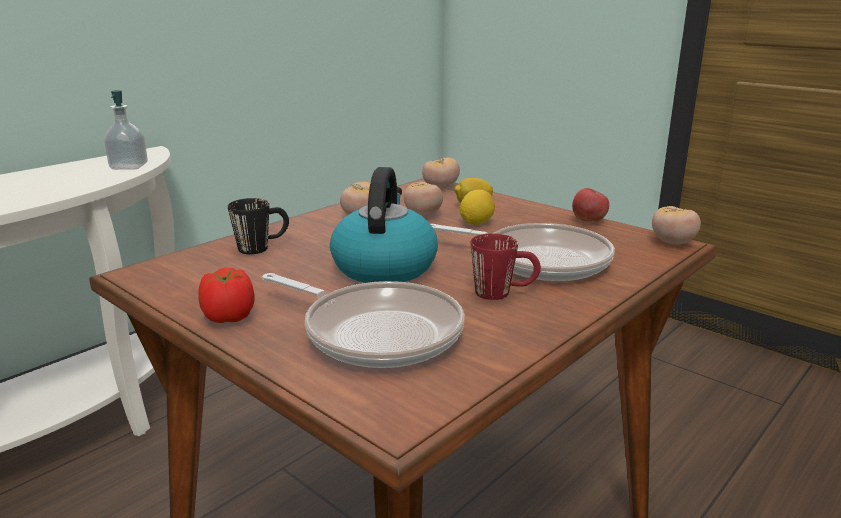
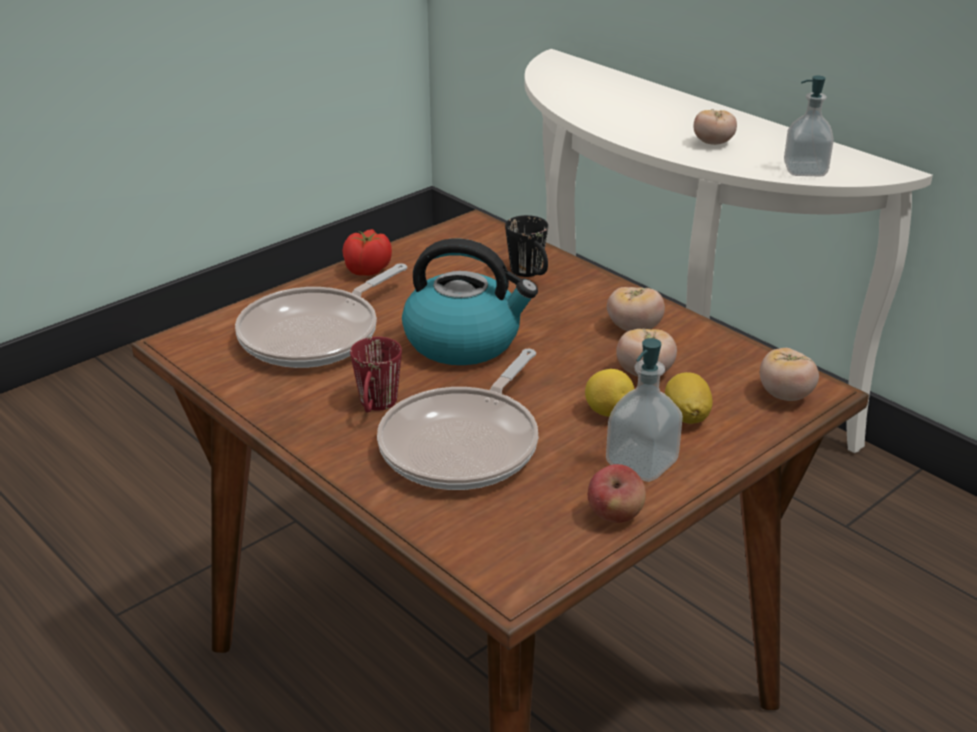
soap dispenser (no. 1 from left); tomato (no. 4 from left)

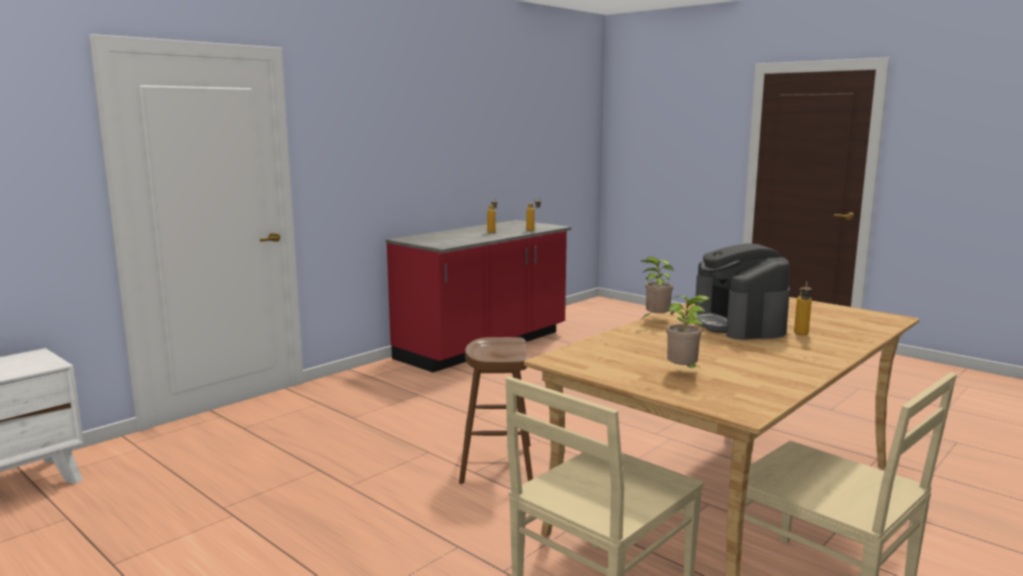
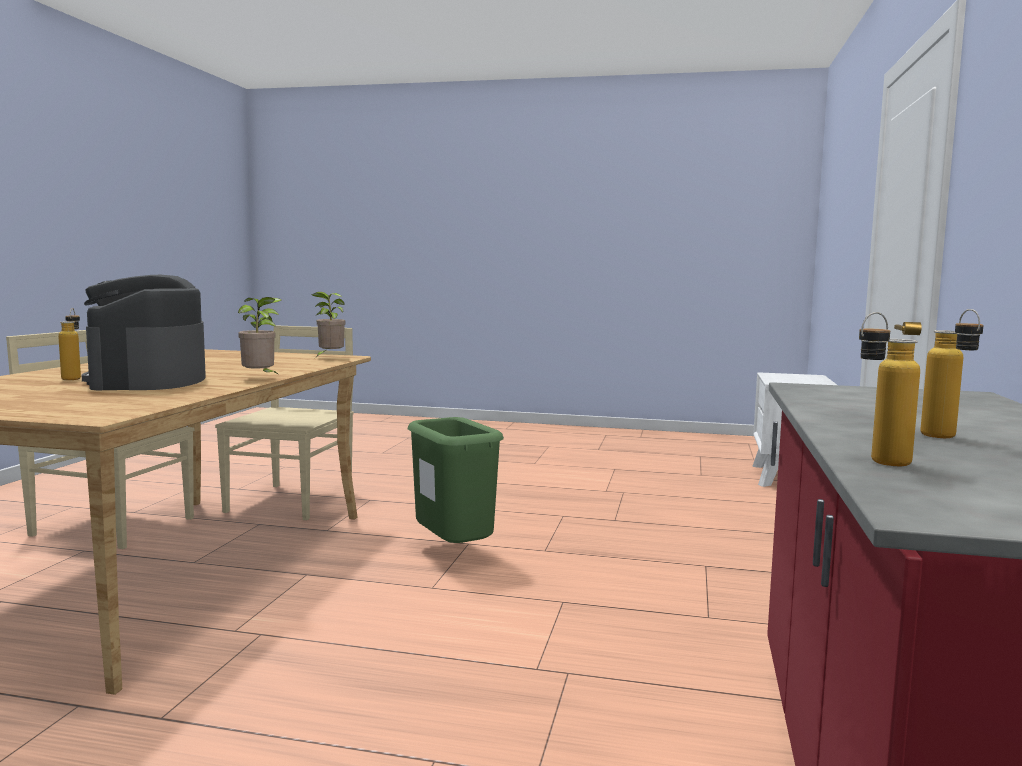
coffee machine; potted plant (no. 2 from left); green trash can

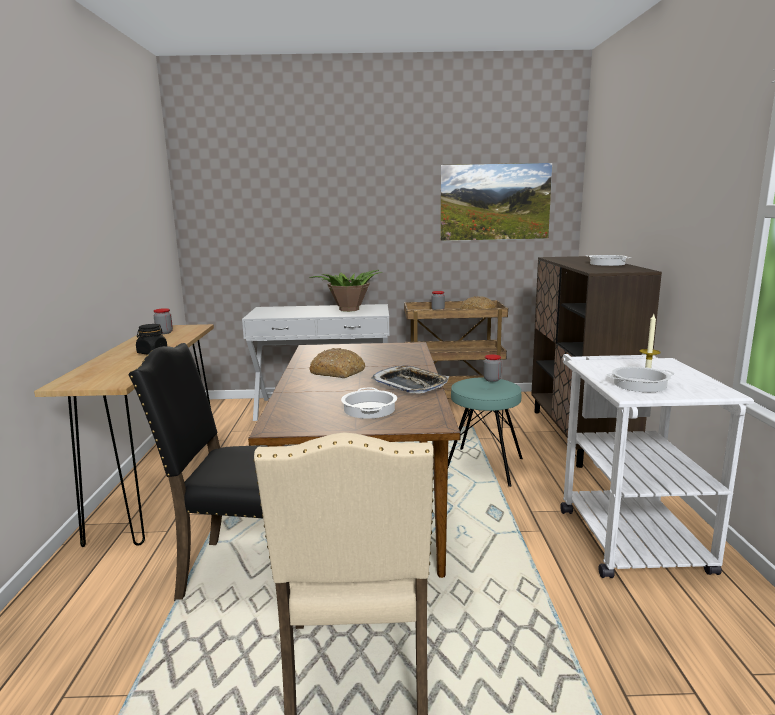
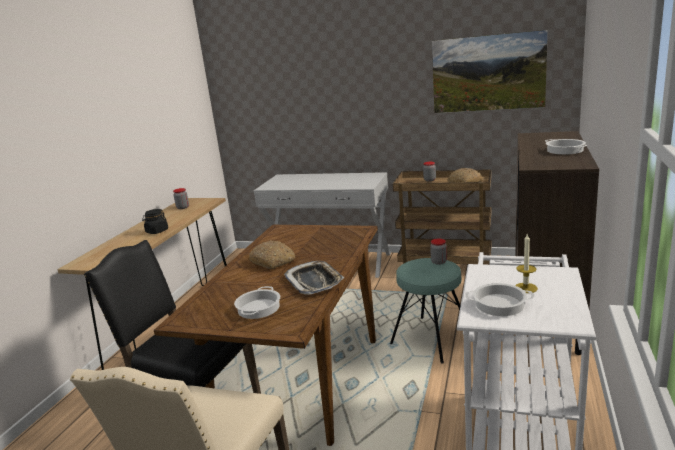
potted plant

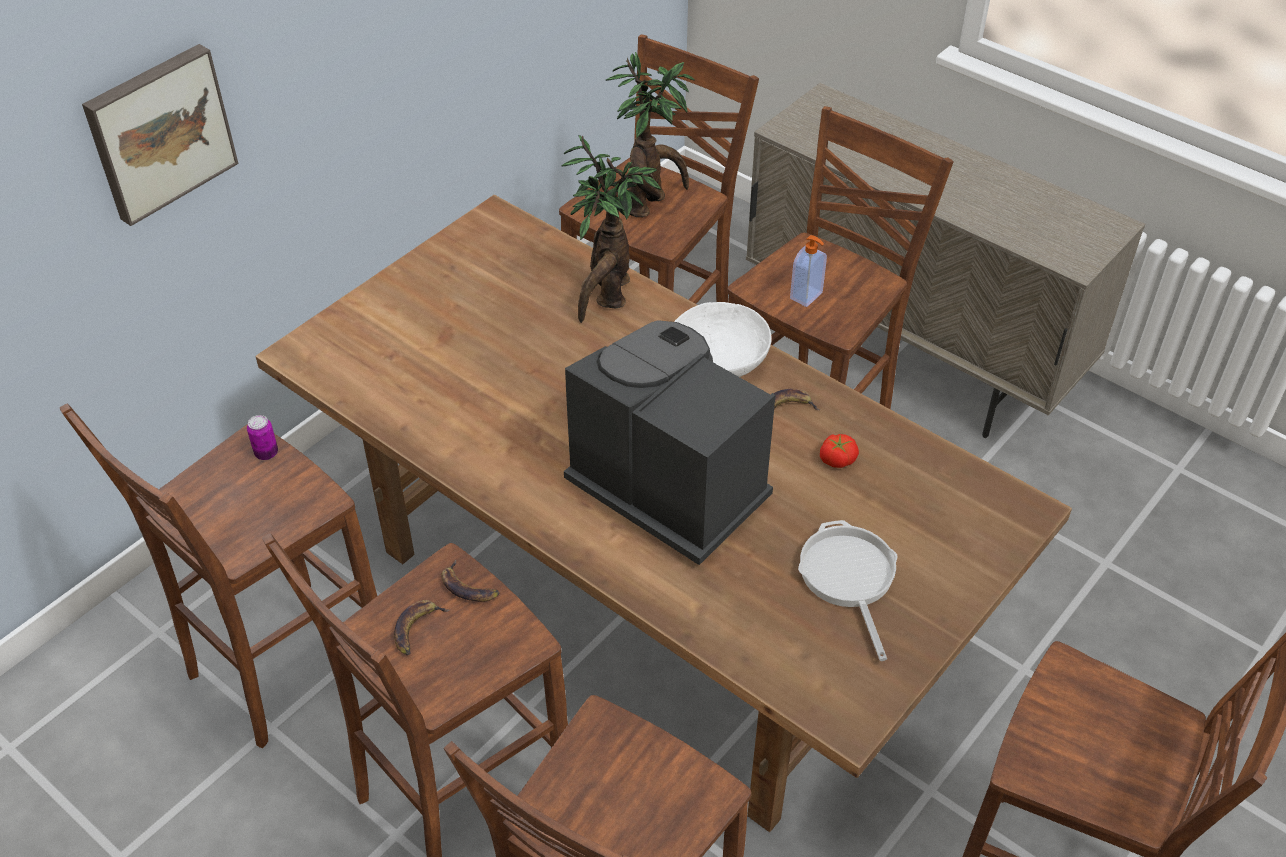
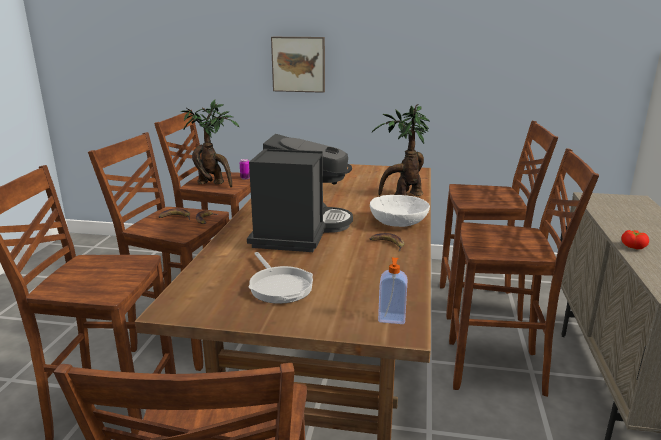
potted plant (no. 1 from left); frying pan; soap dispenser; tomato

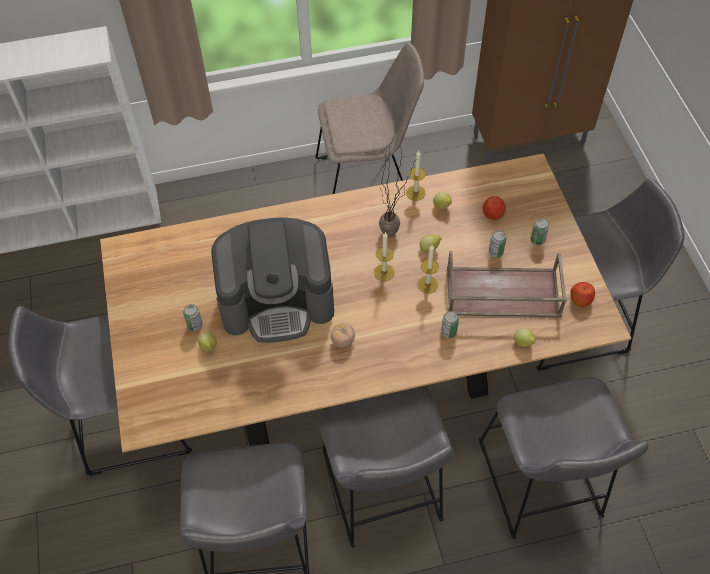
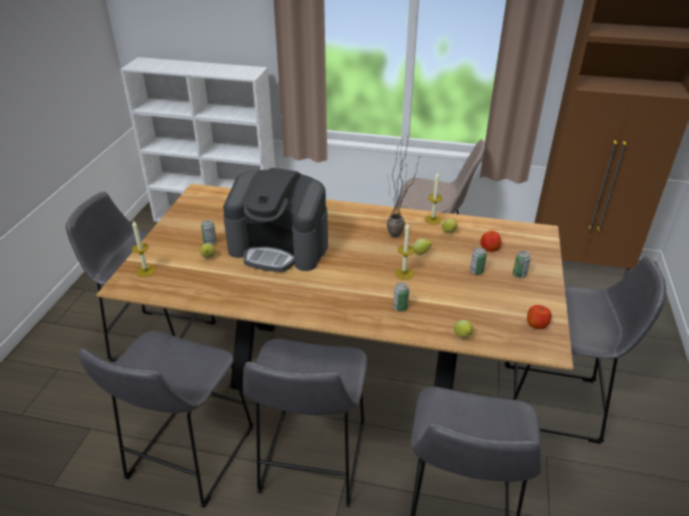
candle (no. 1 from left); tomato; brown tray

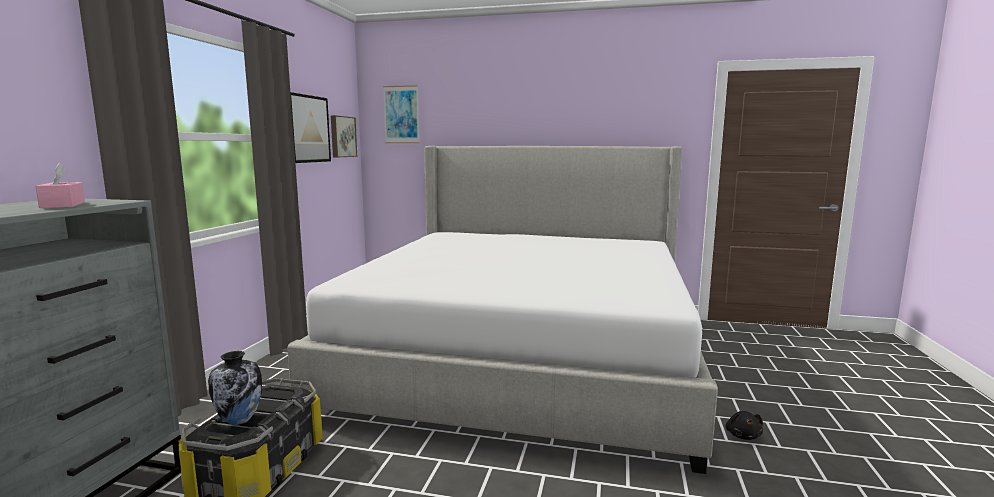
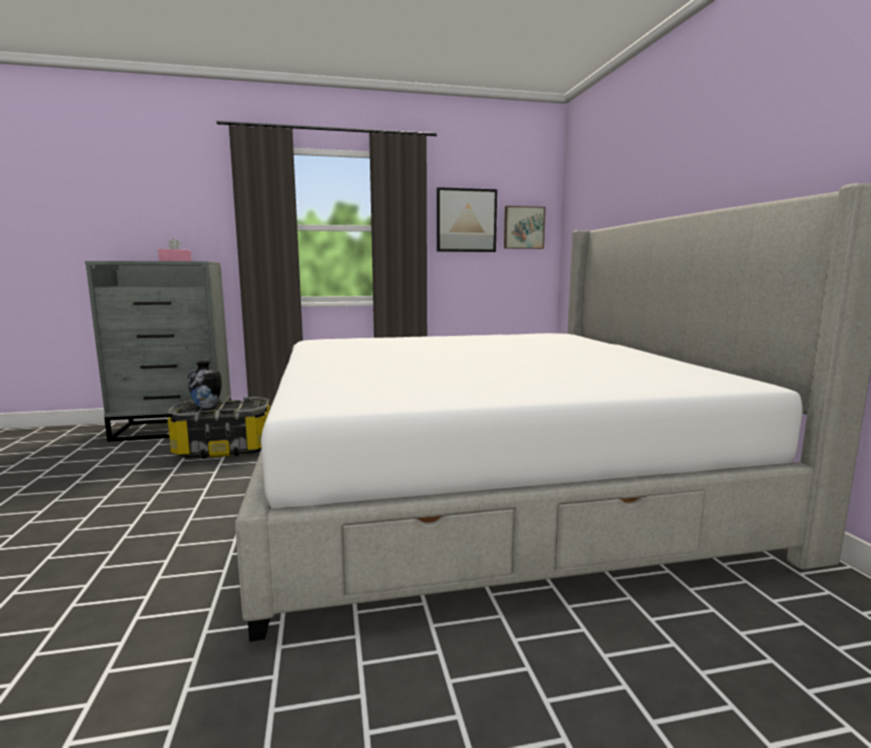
picture (no. 3 from left in the first image); black plush toy

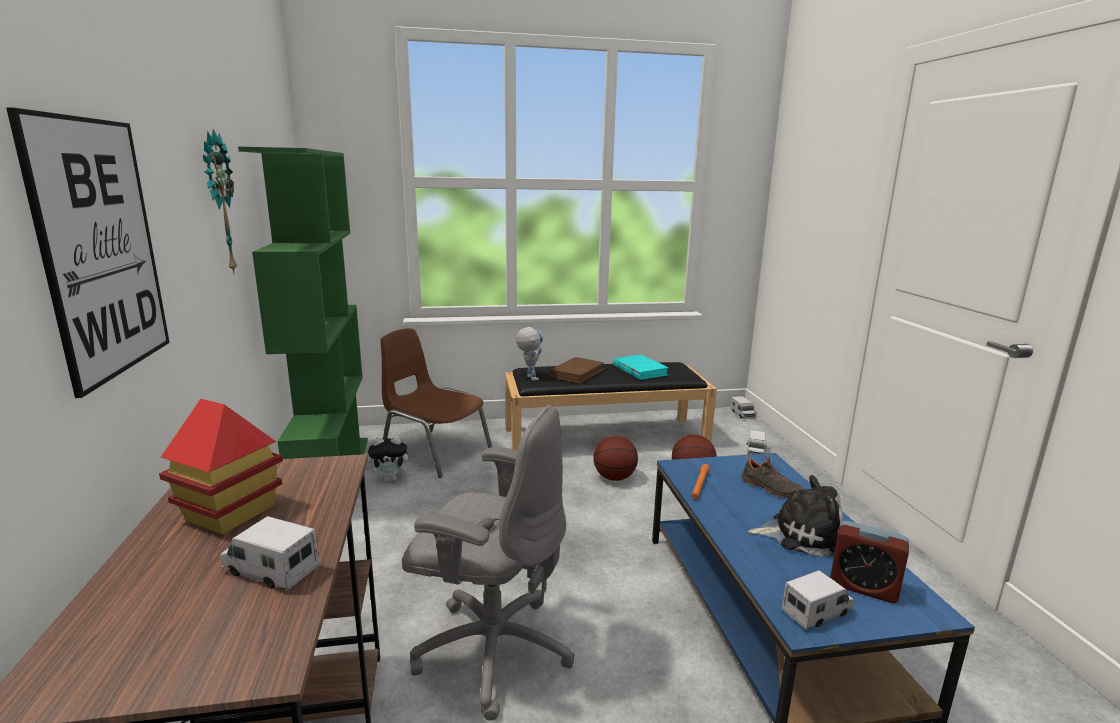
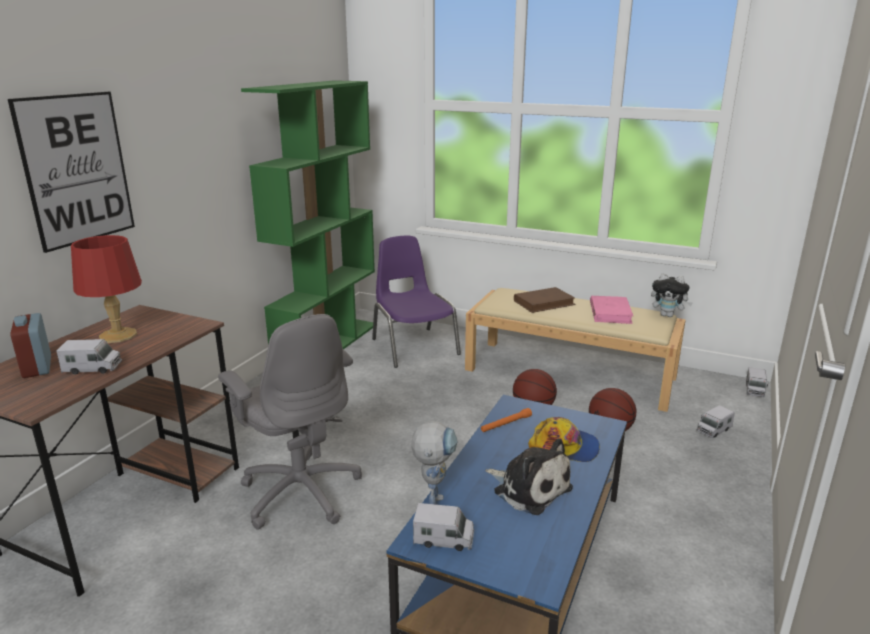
alarm clock; toy truck (no. 1 from left); red table lamp; purple chair; toy robot; beige bench; cap; pink book; plush toy (no. 2 from left); wall clock

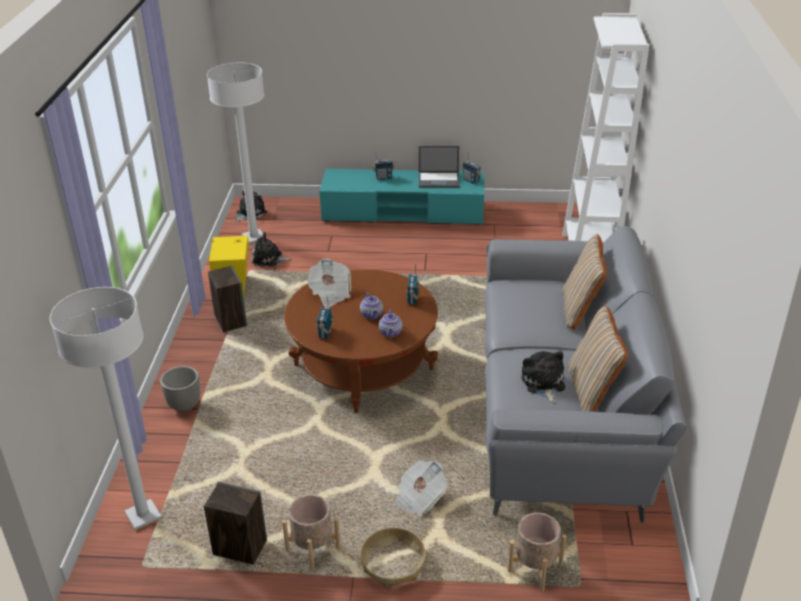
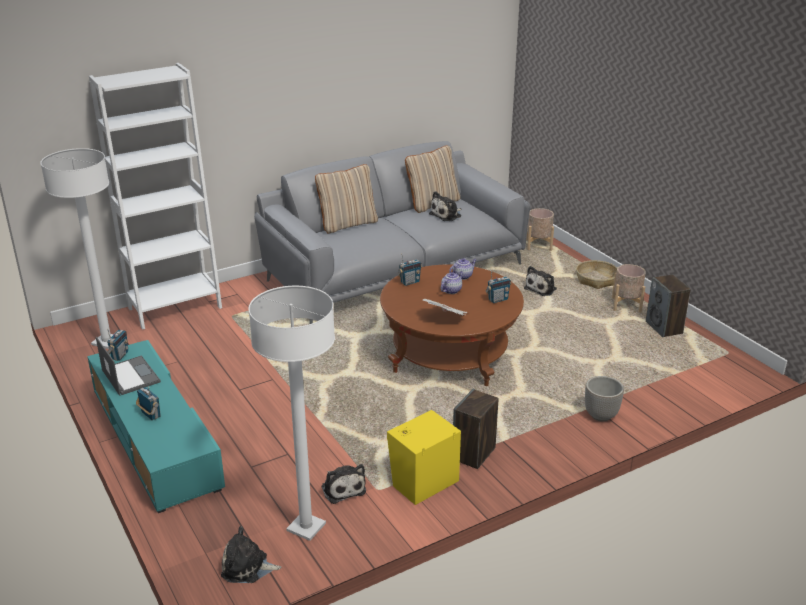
white floor lamp (no. 1 from left); plush toy (no. 4 from left)

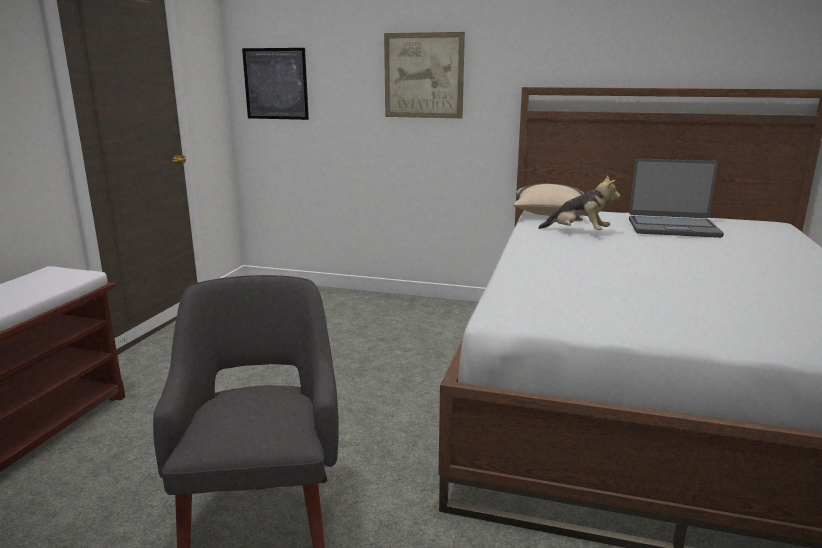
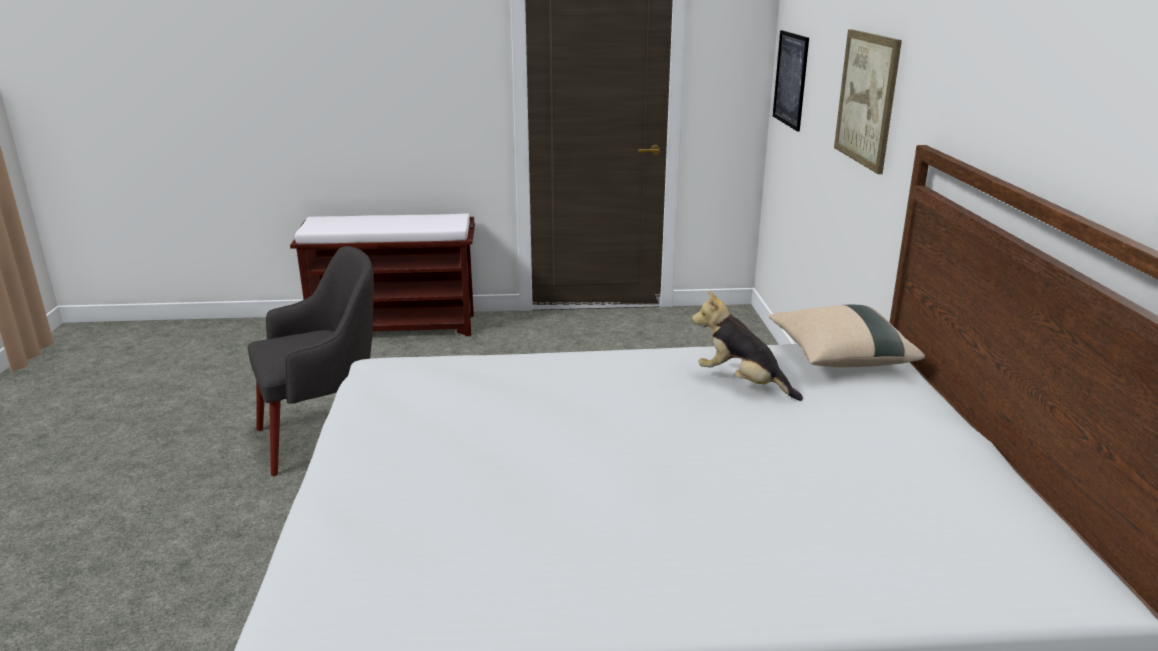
plush toy; laptop

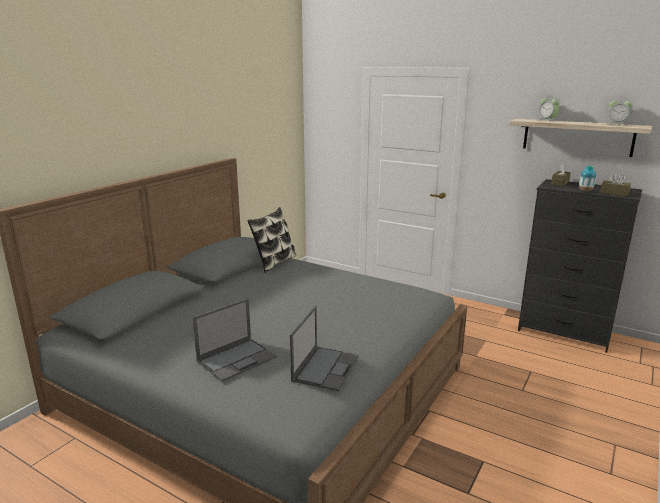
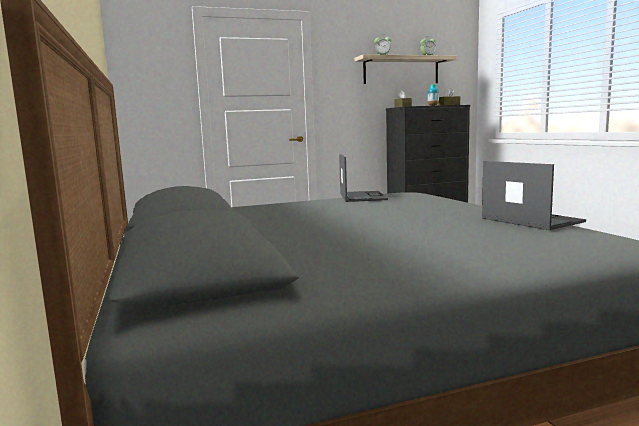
laptop (no. 1 from left); pillow

